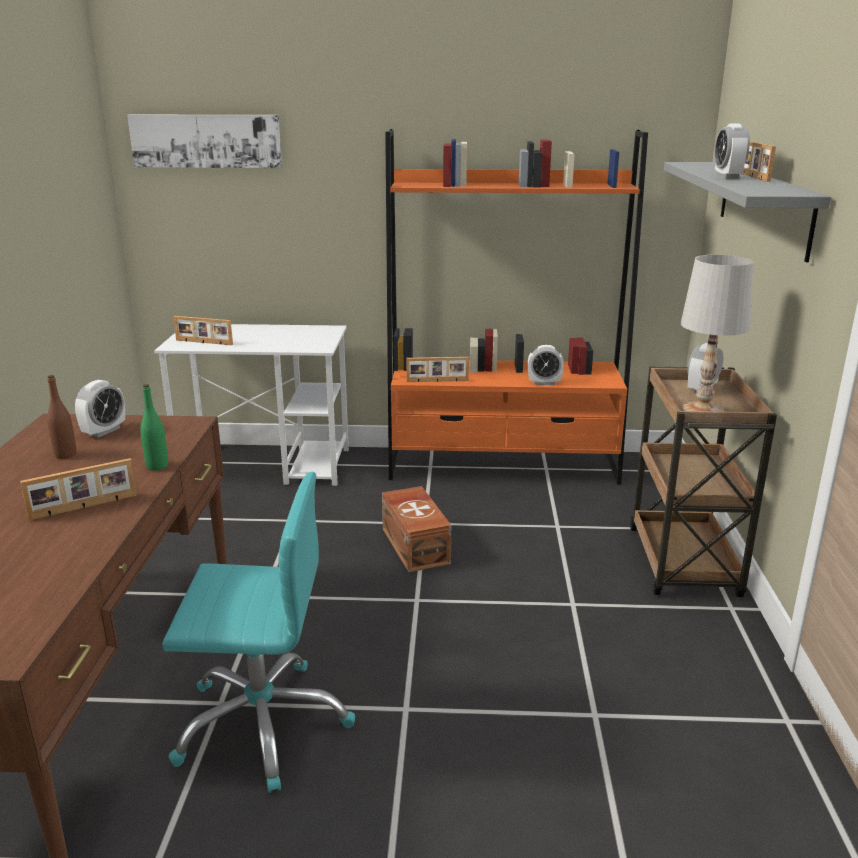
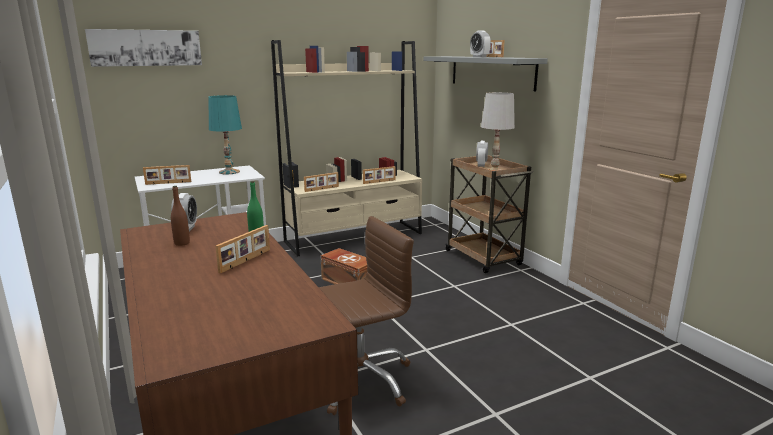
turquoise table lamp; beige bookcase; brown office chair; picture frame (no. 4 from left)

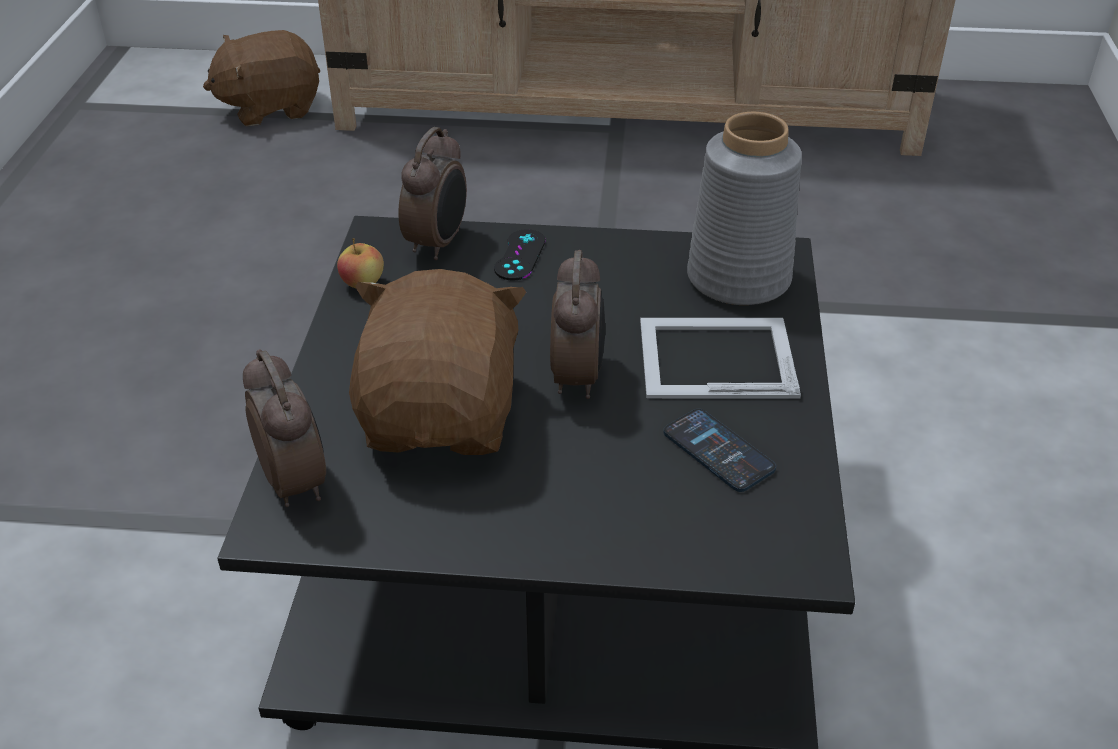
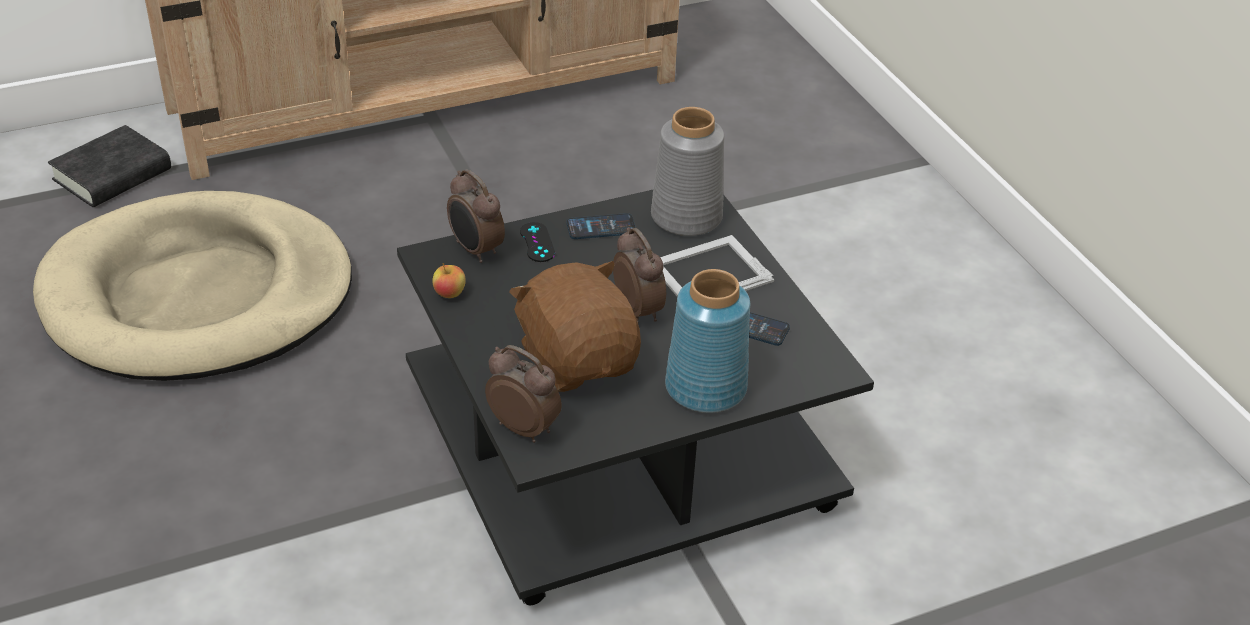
beige dog bed; black book; alarm clock (no. 1 from left); phone (no. 1 from left); blue vase

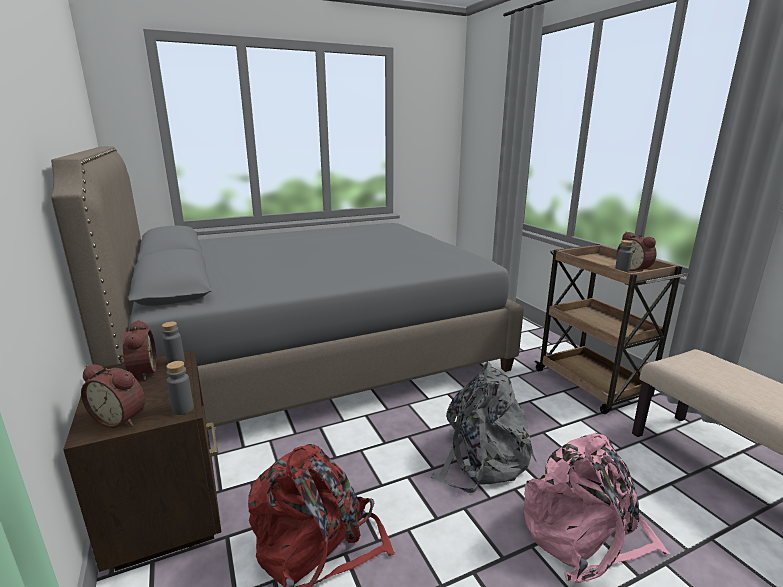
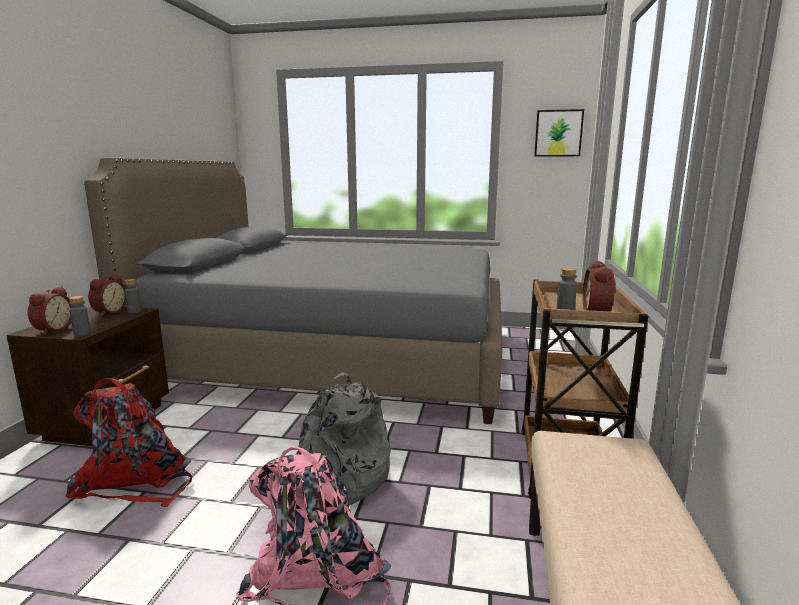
alarm clock (no. 1 from left); picture

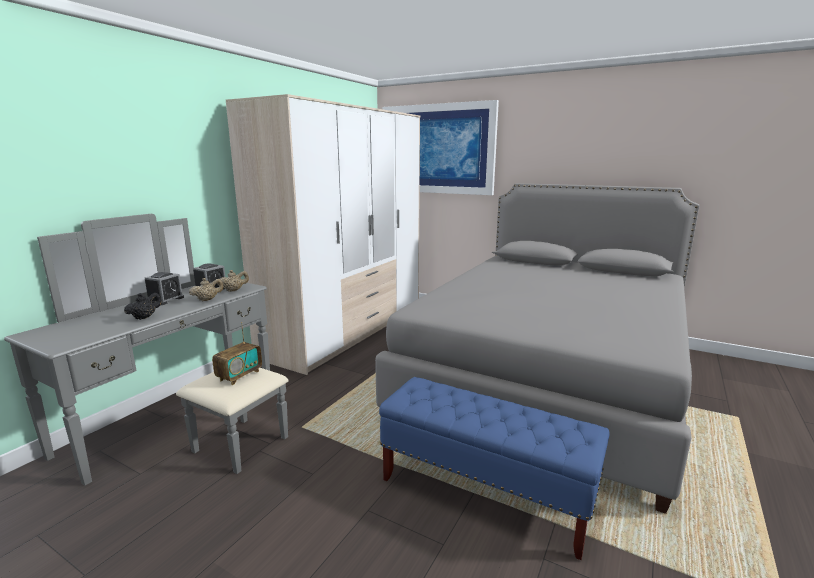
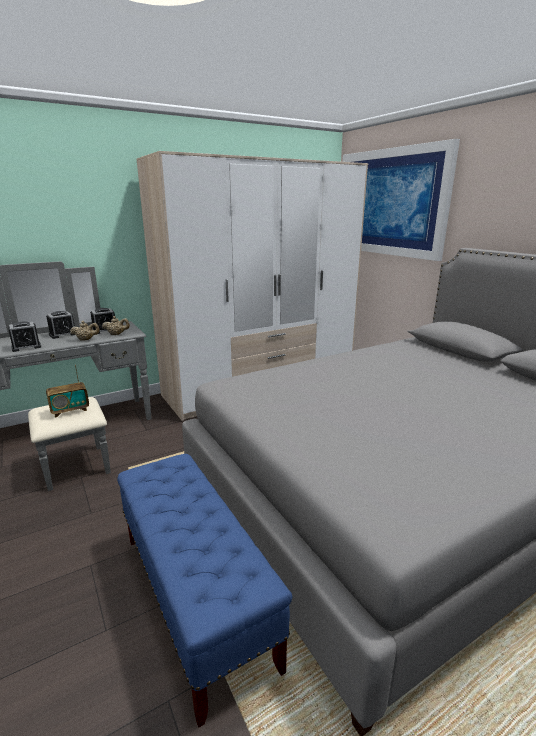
alarm clock (no. 1 from left)

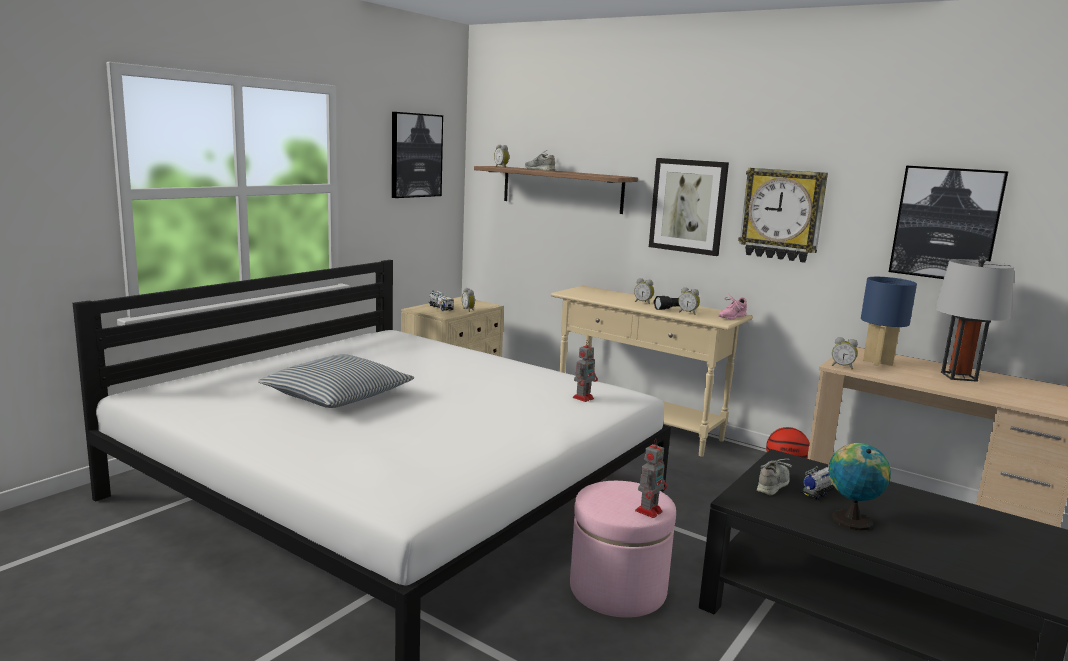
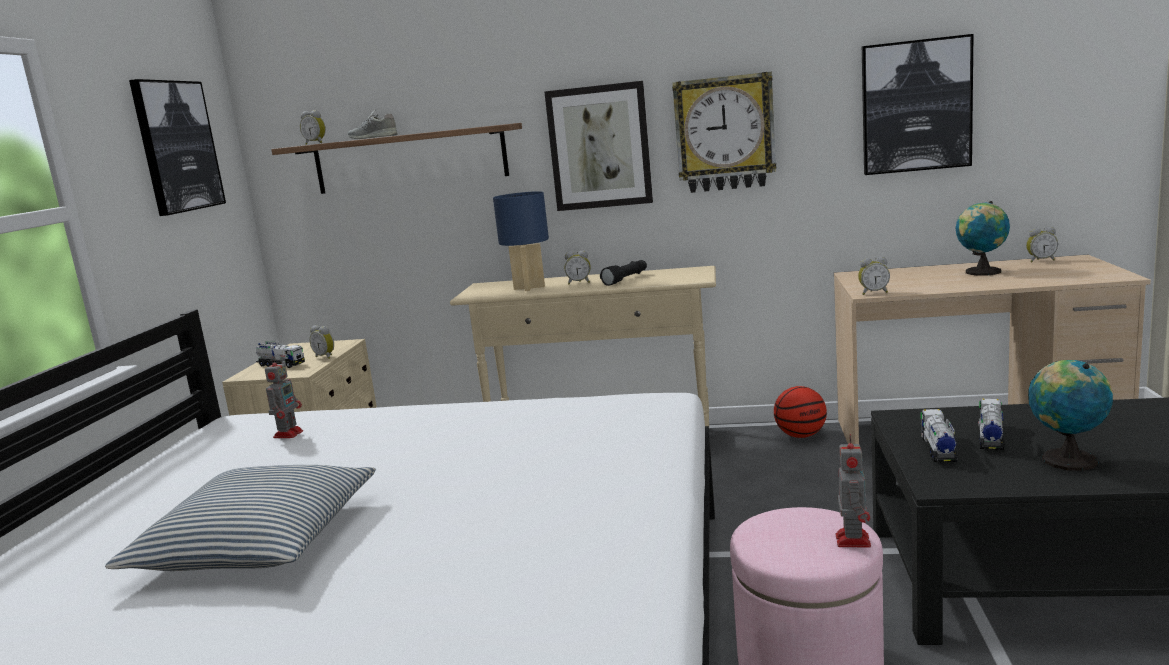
toy robot (no. 1 from left); blue table lamp; toy truck (no. 2 from left); globe (no. 1 from left); alarm clock (no. 5 from left); pink shoe

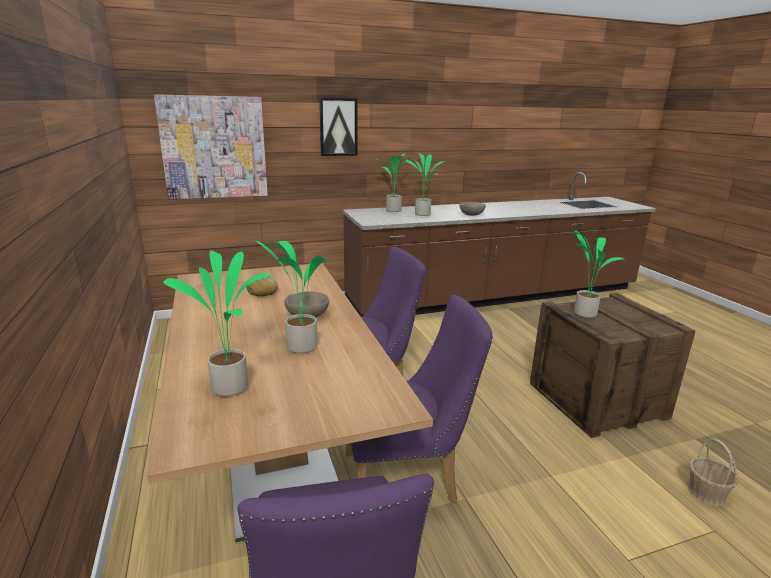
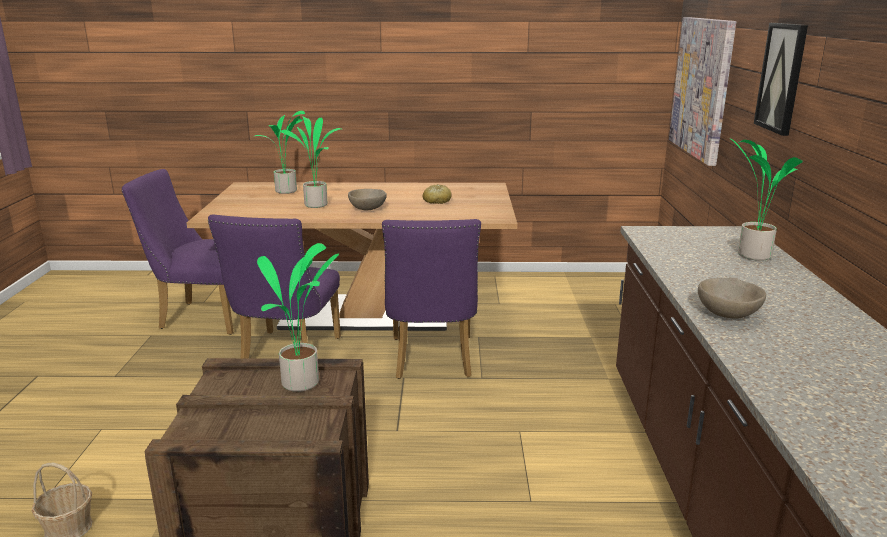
potted plant (no. 4 from left in the first image)

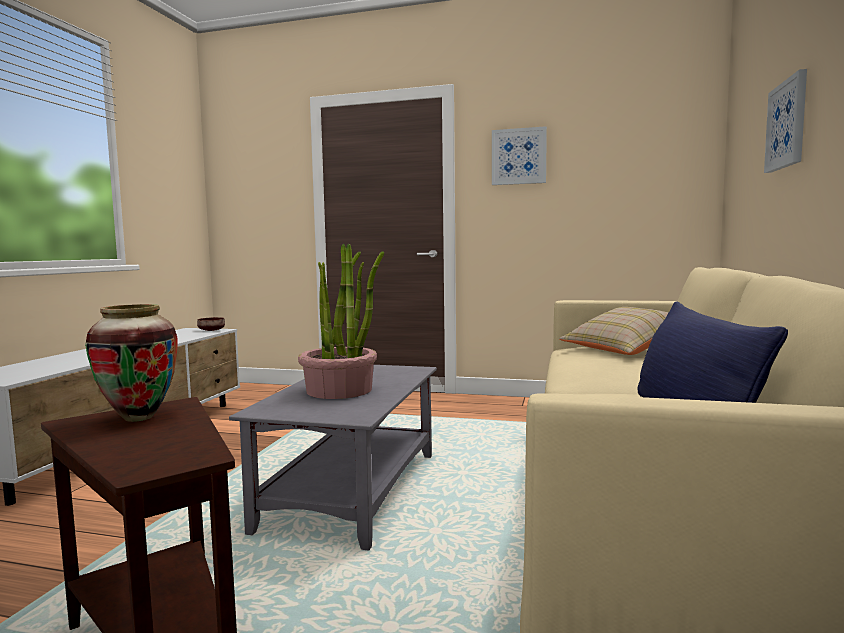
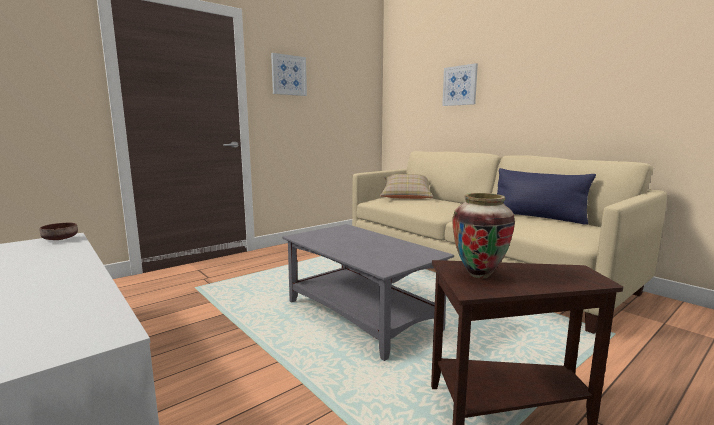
potted plant

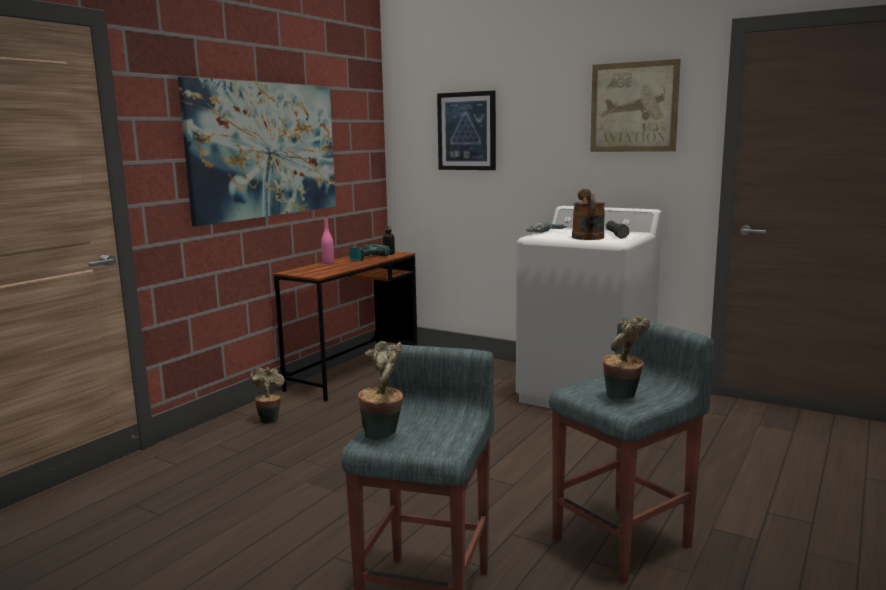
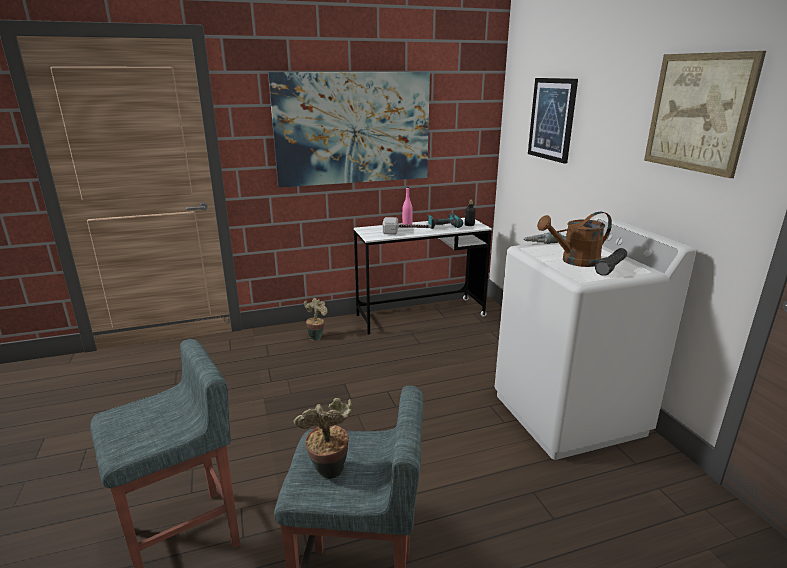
white desk; hammer; brown watering can; potted plant (no. 2 from left in the first image)

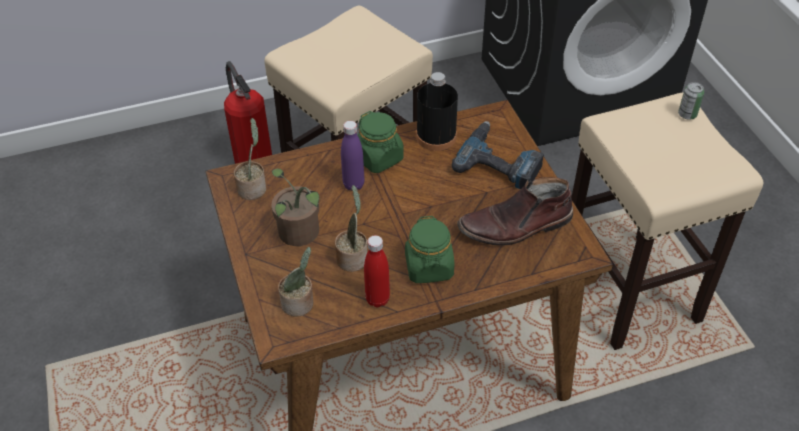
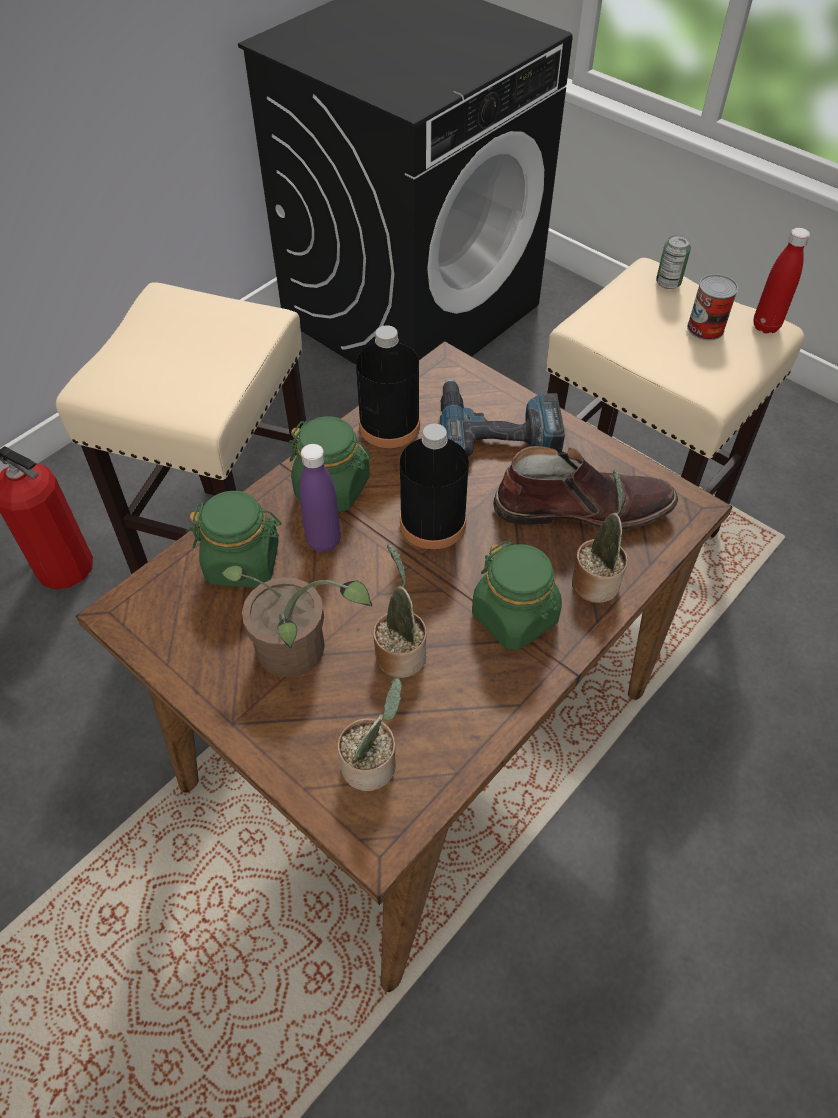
green jar (no. 1 from left); black bottle (no. 2 from left); brown boot; potted plant (no. 4 from left); can (no. 2 from left); red bottle

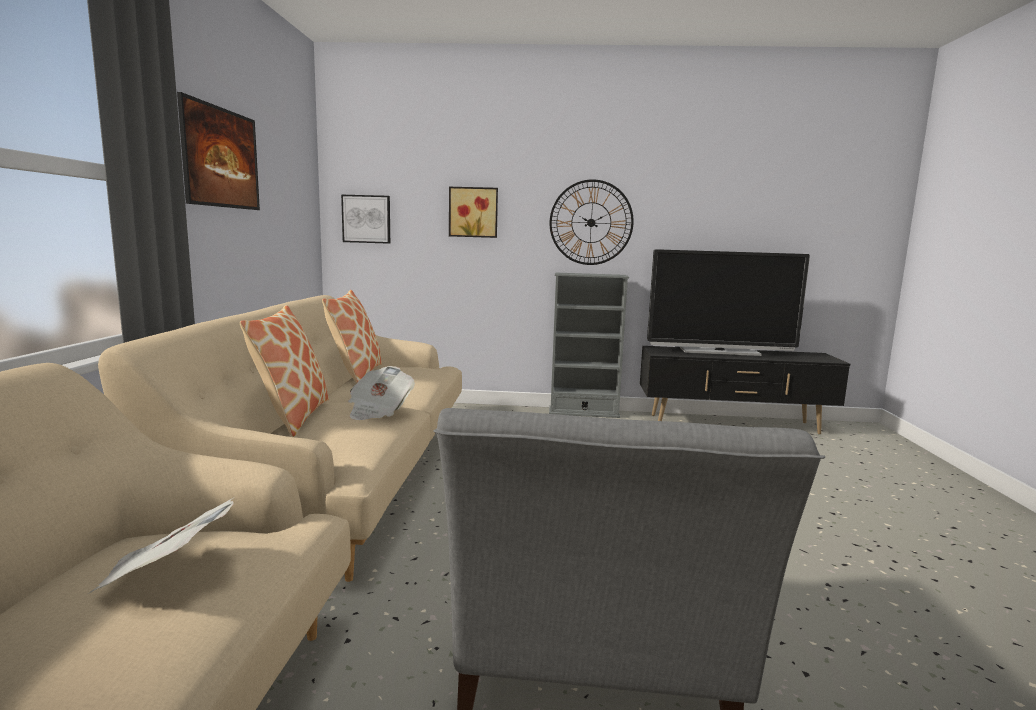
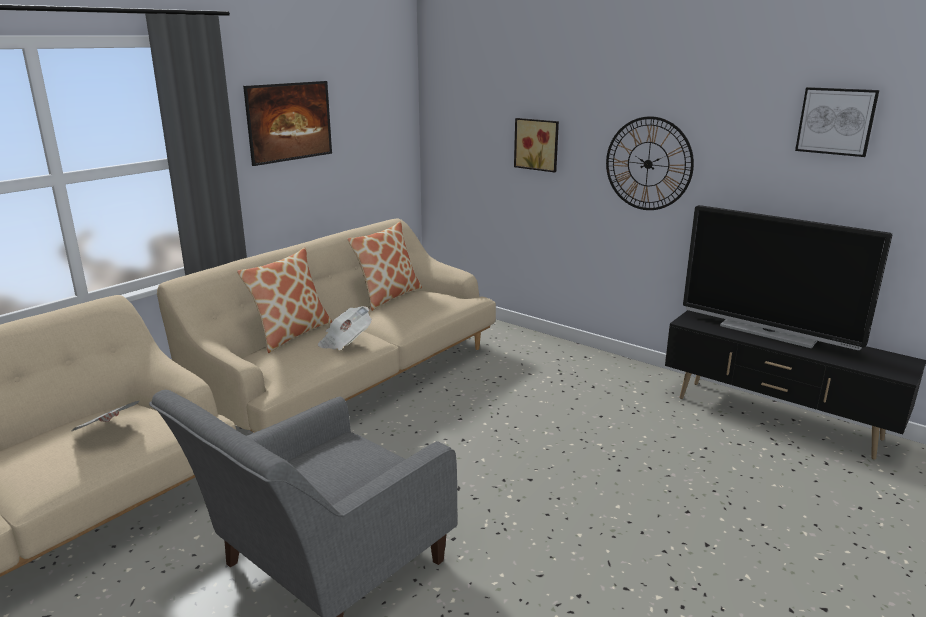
picture (no. 3 from left); grey bookcase

